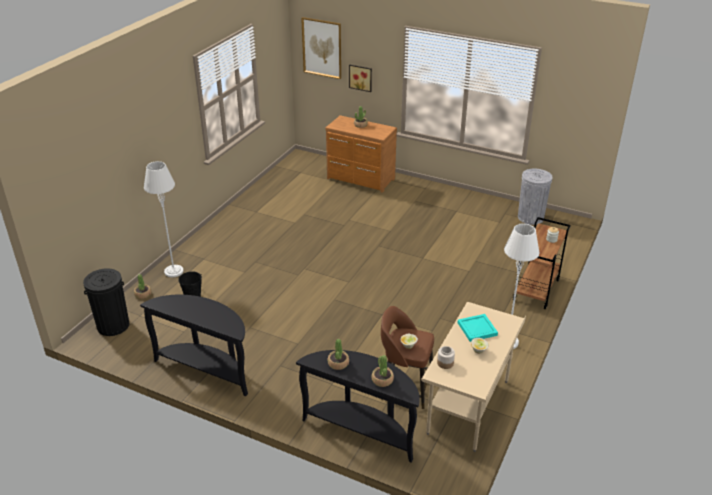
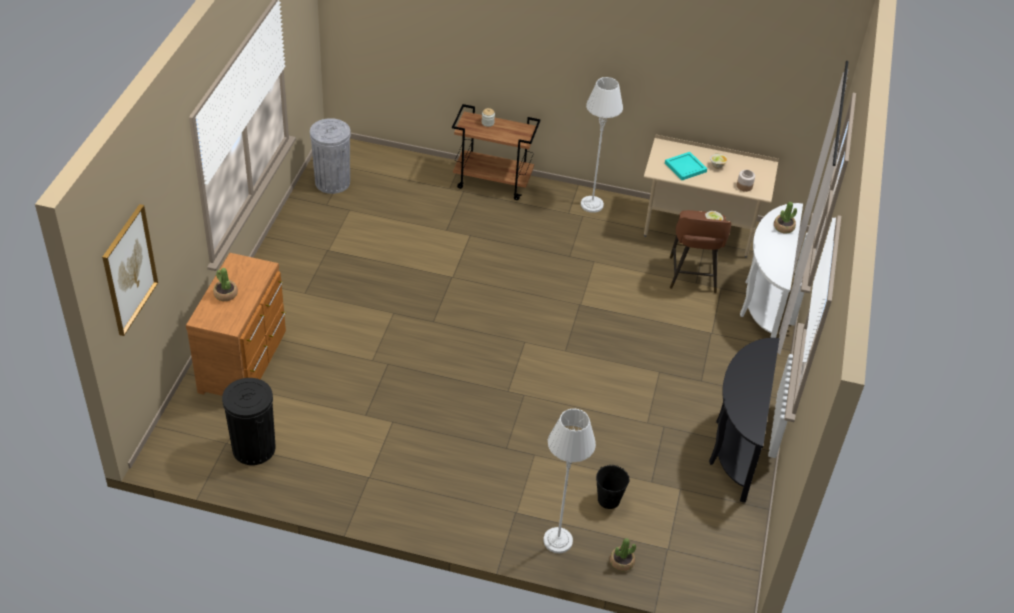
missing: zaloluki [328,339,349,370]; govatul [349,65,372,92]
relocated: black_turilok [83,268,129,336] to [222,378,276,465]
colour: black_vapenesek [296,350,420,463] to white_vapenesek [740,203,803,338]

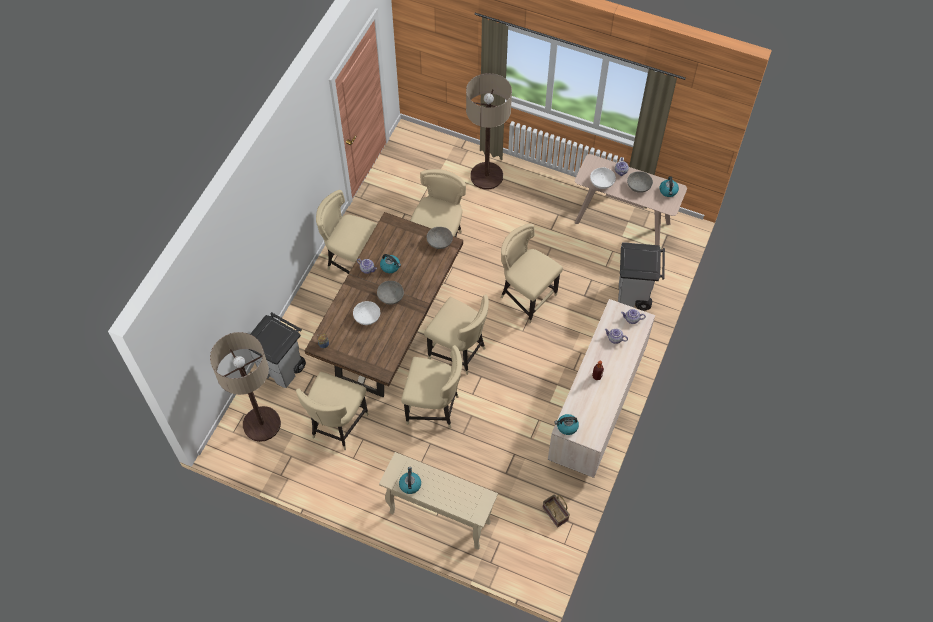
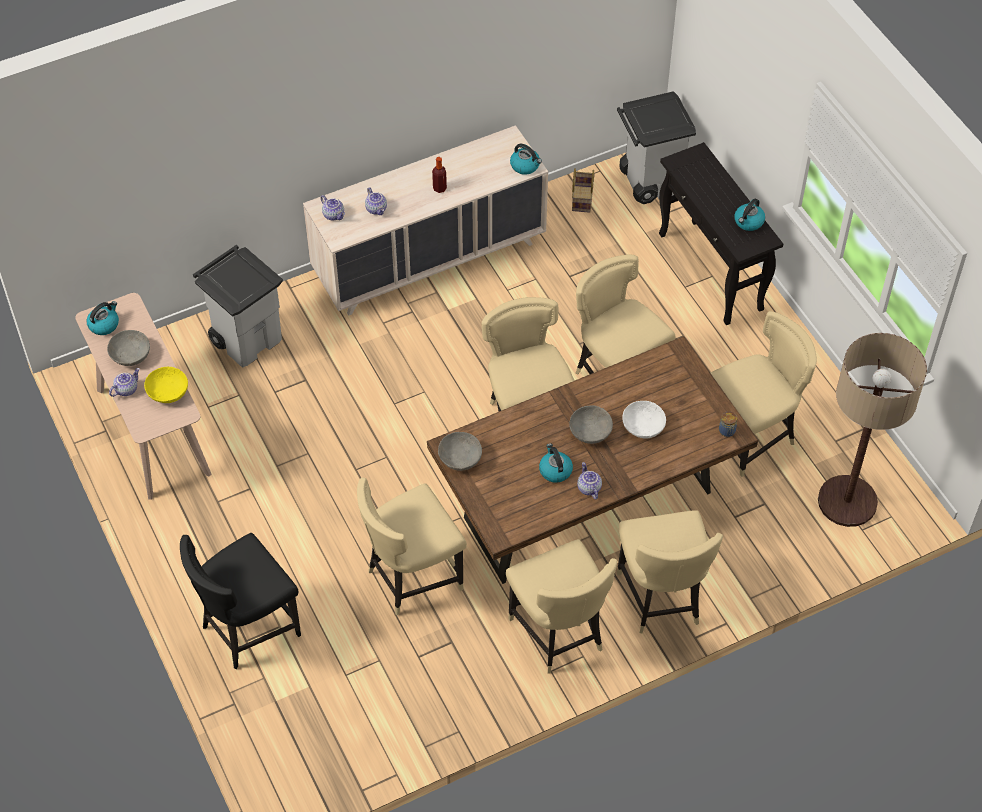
relocated: grey_turilok [249,312,306,388] to [617,91,696,204]; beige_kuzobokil [501,224,563,324] to [617,510,723,633]
exchanged: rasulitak [466,73,512,190] to black_kuzobokil [180,533,301,669]
colour: beige_vapenesek [379,452,498,550] to black_vapenesek [659,142,783,325]; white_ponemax [590,167,616,189] to yellow_ponemax [144,367,188,403]

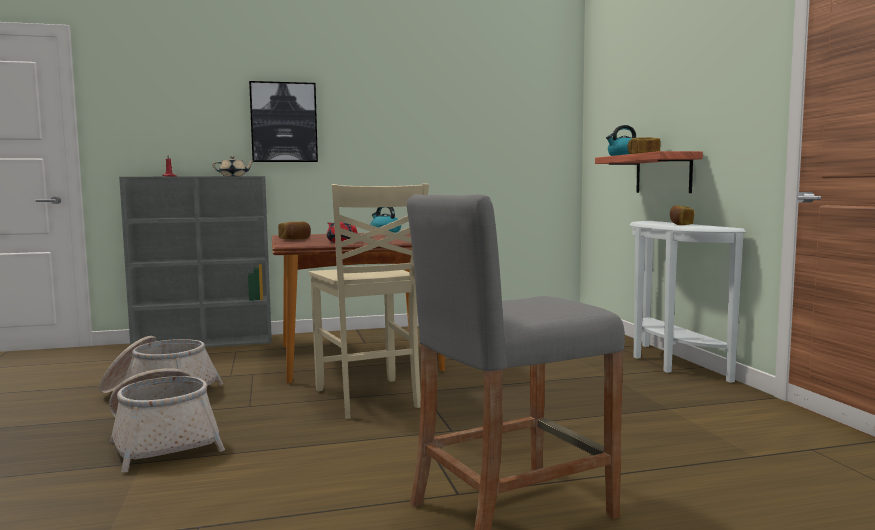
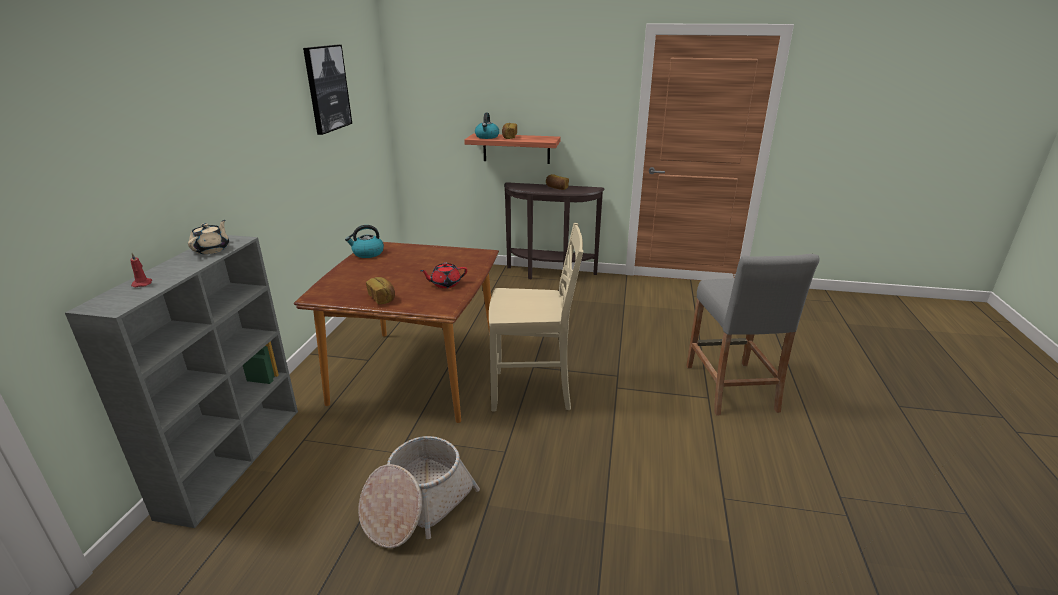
missing: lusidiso [109,368,225,472]
relocated: govatul [249,81,318,162] to [303,45,352,135]
colour: white_vapenesek [630,221,746,383] to brown_vapenesek [504,182,605,279]

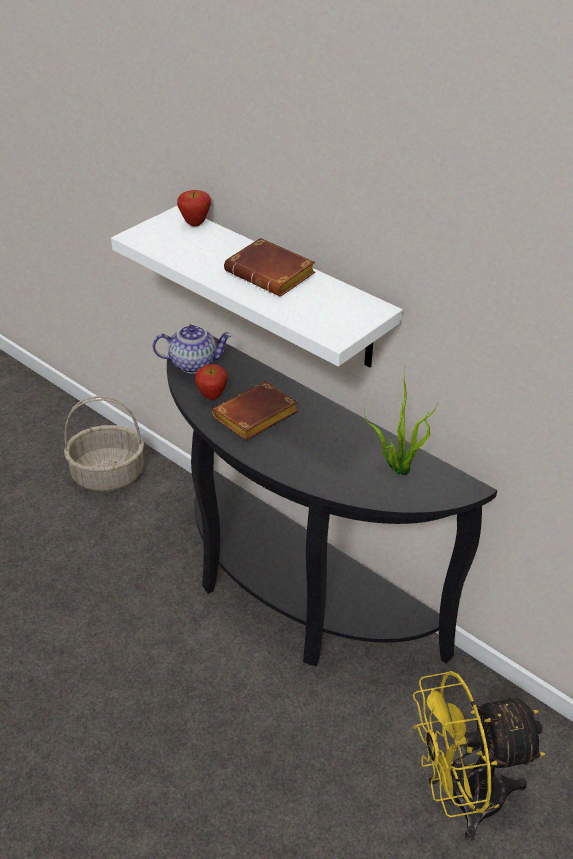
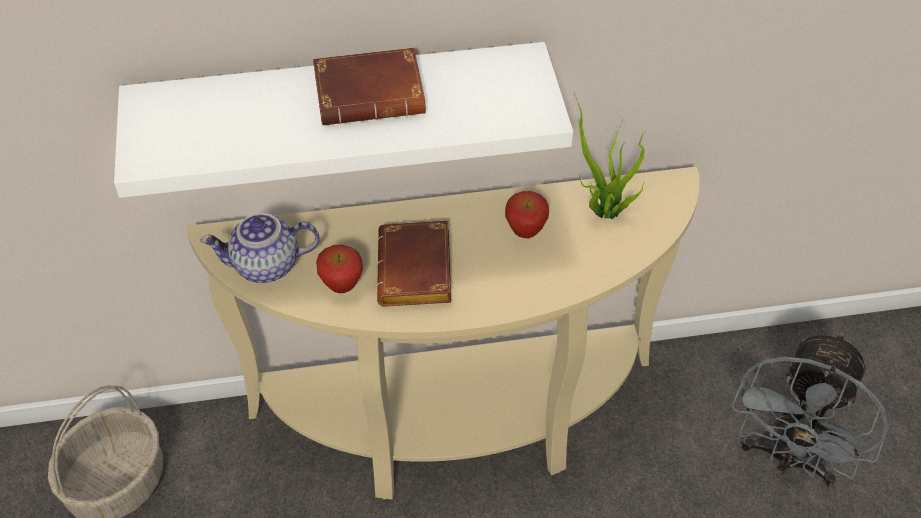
relocated: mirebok [177,190,211,226] to [505,191,549,239]
colour: black_vapenesek [167,324,497,666] to beige_vapenesek [187,167,700,499]; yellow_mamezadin [413,671,546,841] to grey_mamezadin [732,332,889,487]
spun: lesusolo [152,325,232,374] = [201,213,320,283] 135 degrees counterclockwise

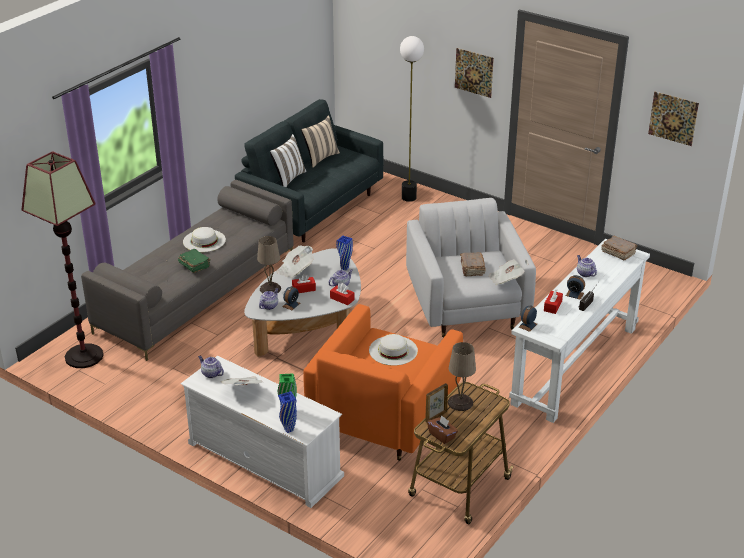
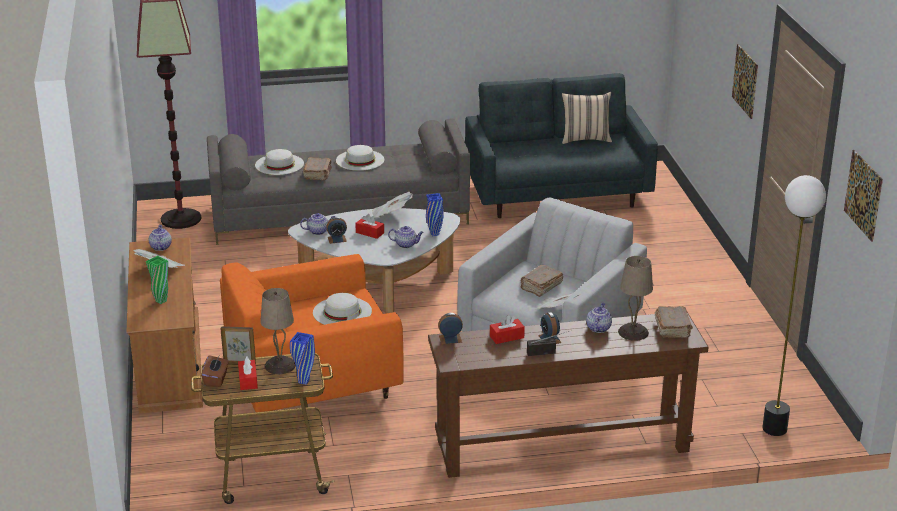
missing: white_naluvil [270,134,306,187]
appeared: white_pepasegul [255,149,304,175]
relocated: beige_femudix [257,236,281,293] to [618,256,653,341]; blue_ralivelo [278,391,297,433] to [290,332,315,385]; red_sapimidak [330,283,354,305] to [238,357,258,390]; rasulitak [400,36,424,202] to [762,175,826,436]
colour: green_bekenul [178,249,210,273] to brown_bekenul [303,157,332,180]; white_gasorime [181,356,344,508] to brown_gasorime [126,237,203,414]; white_vapenesek [509,239,650,423] to brown_vapenesek [428,312,709,478]

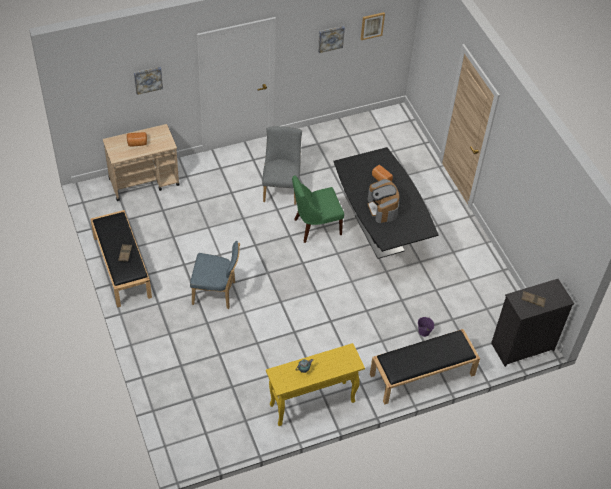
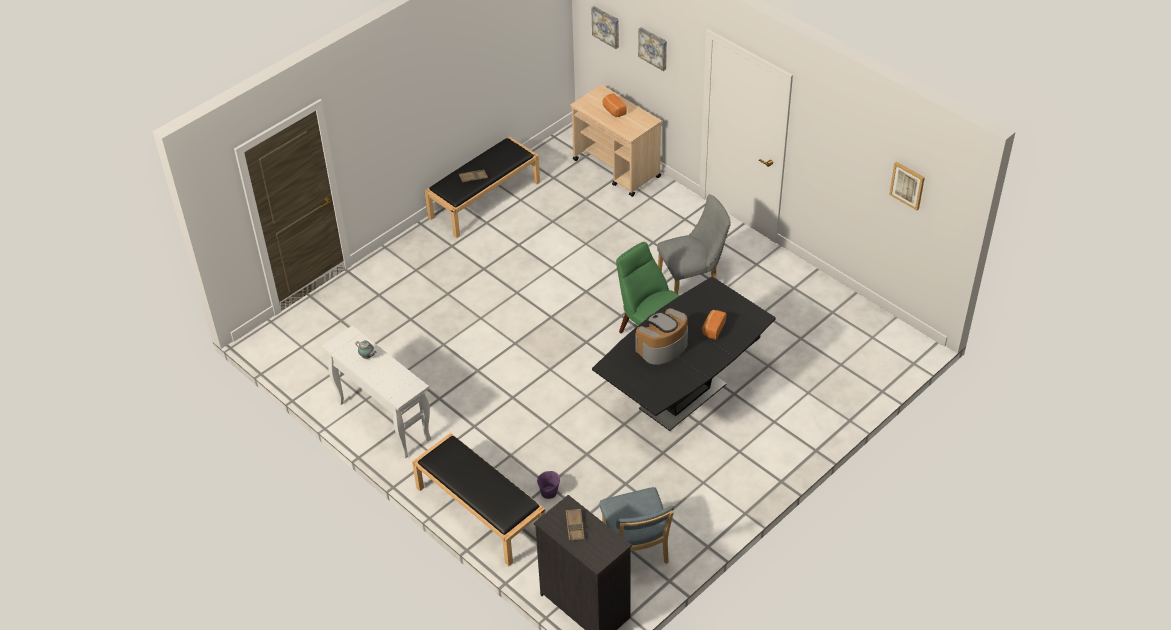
relocated: blue_kuzobokil [190,240,240,309] to [600,487,674,564]; govatul [318,26,345,53] to [591,6,619,49]
colour: yellow_vapenesek [266,343,365,426] to white_vapenesek [322,326,431,459]

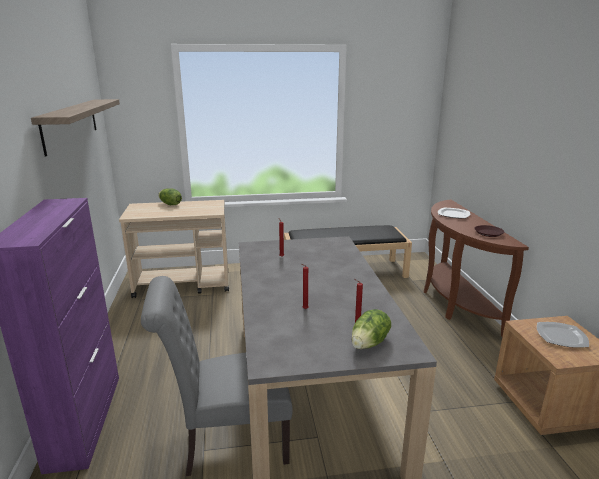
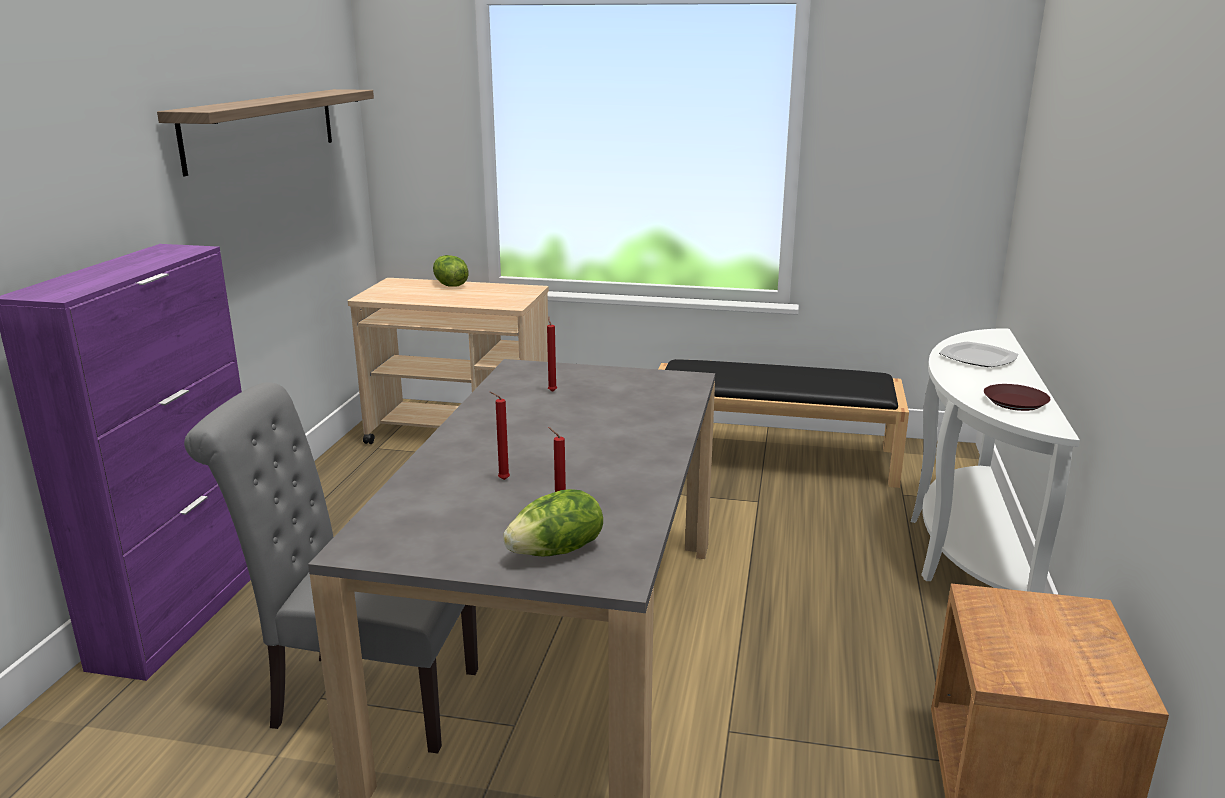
missing: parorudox [537,322,589,348]
colour: brown_vapenesek [424,200,529,337] to white_vapenesek [910,328,1080,593]

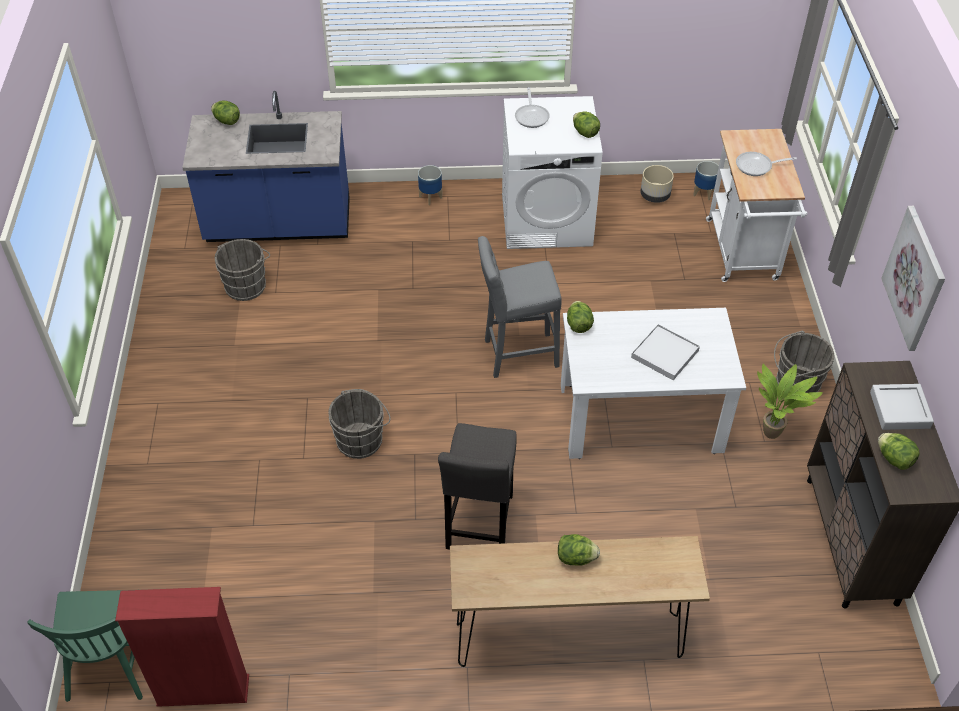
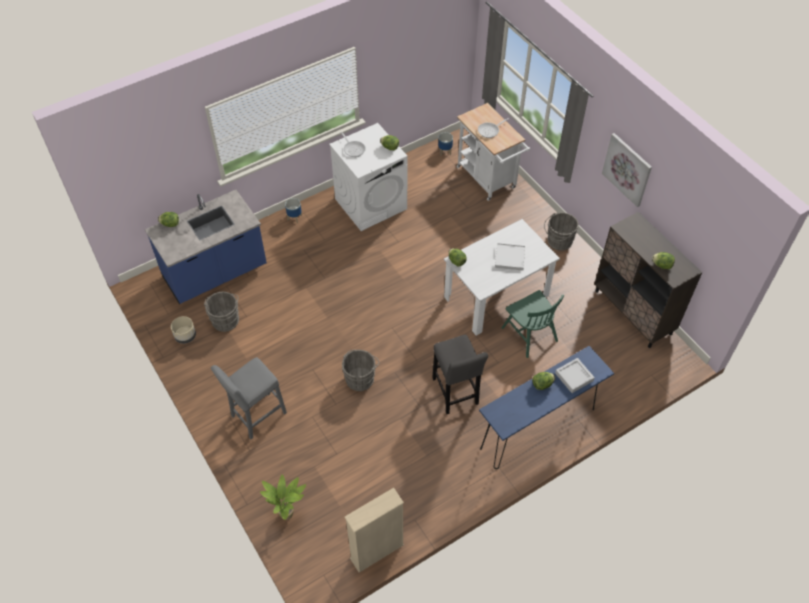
relocated: green_kuzobokil [27,590,143,702] to [501,290,564,358]; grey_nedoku [478,236,562,378] to [211,357,287,439]; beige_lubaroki [640,165,674,203] to [171,316,196,344]; zaloluki [757,364,823,439] to [260,474,306,520]; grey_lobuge [870,384,934,430] to [555,358,595,393]
colour: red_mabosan [115,587,249,707] to beige_mabosan [344,488,404,573]; brown_vapenesek [450,536,710,667] to blue_vapenesek [479,346,614,469]

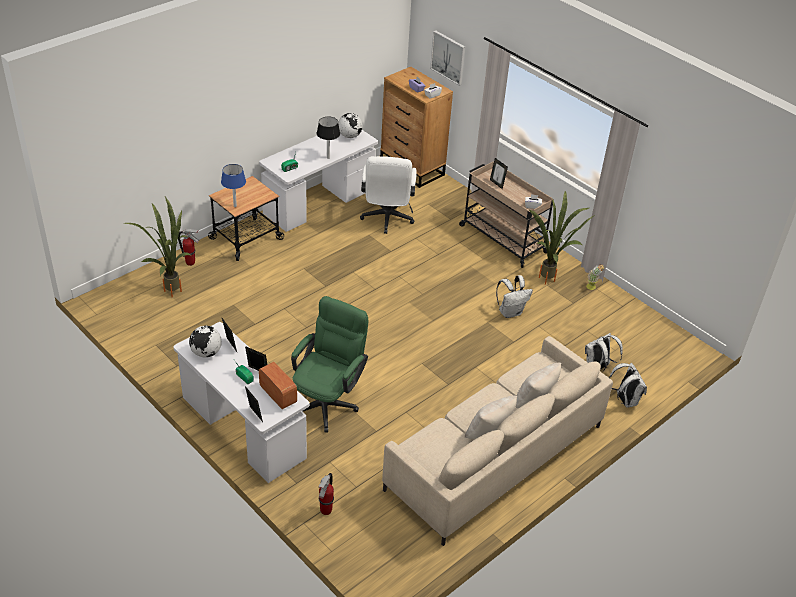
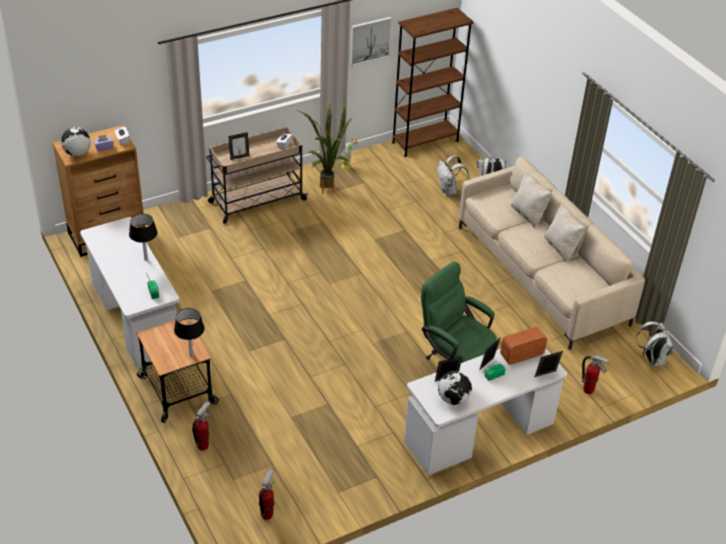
missing: zaloluki [124,197,190,298]; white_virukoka [360,156,417,234]
appeared: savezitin [259,468,275,520]; brown_mabosan [392,8,474,157]
relocated: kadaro [338,113,362,138] to [61,127,91,156]; govatul [430,30,465,86] to [350,17,392,66]; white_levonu [496,275,533,318] to [636,321,673,366]
colour: blue_femudix [221,164,246,207] to black_femudix [174,308,205,357]

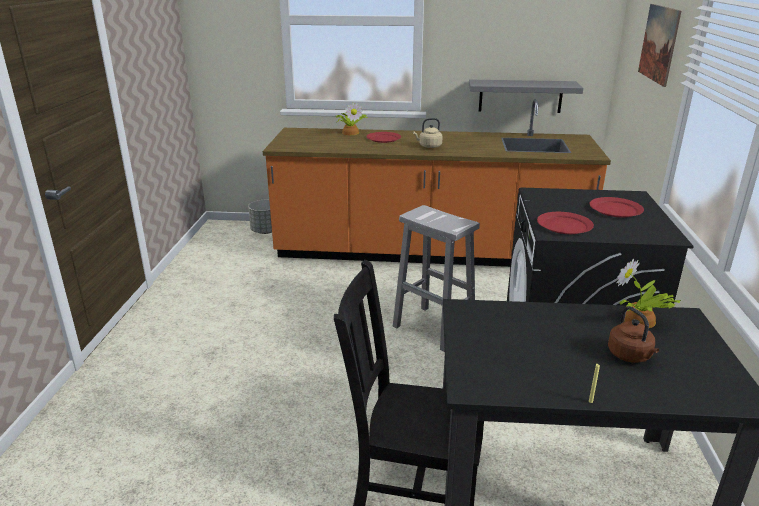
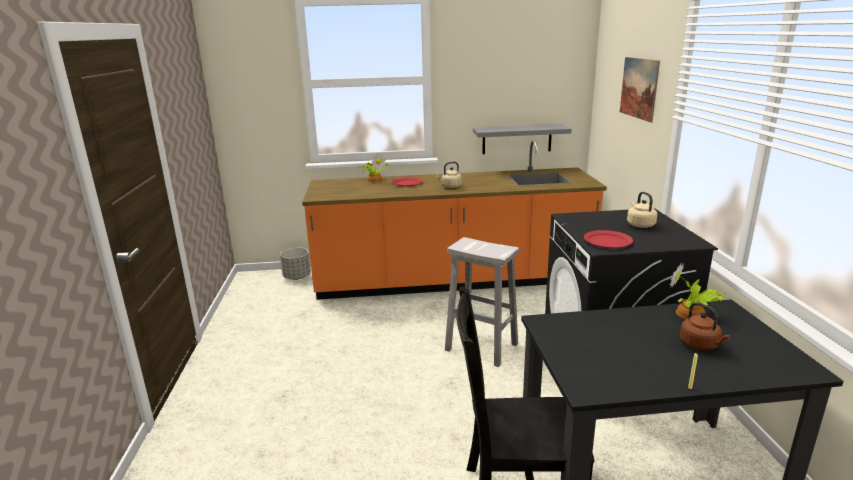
exchanged: red_parorudox [589,197,644,218] to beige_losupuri [627,192,657,228]

